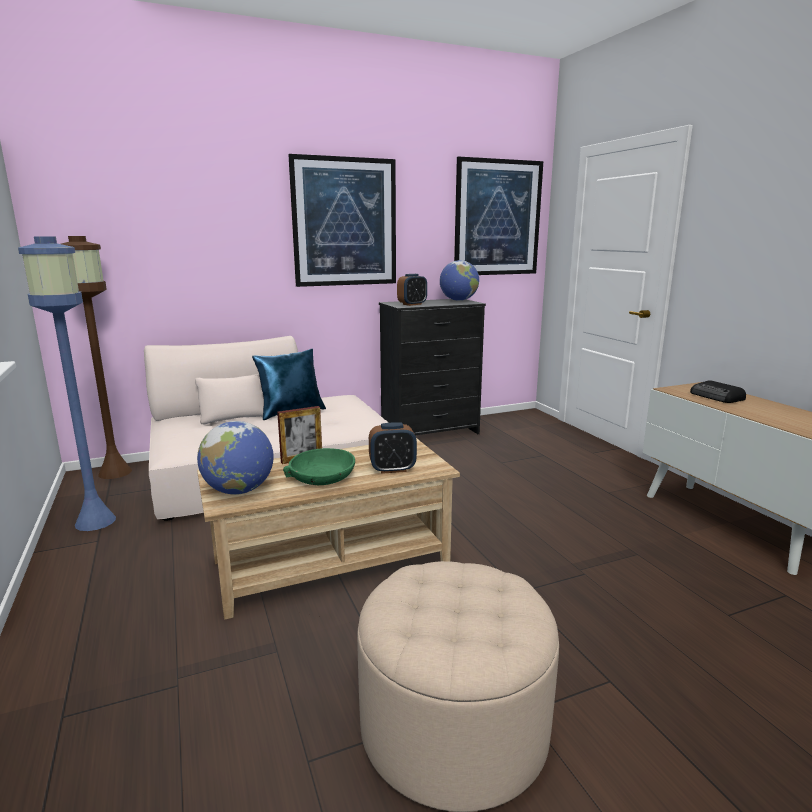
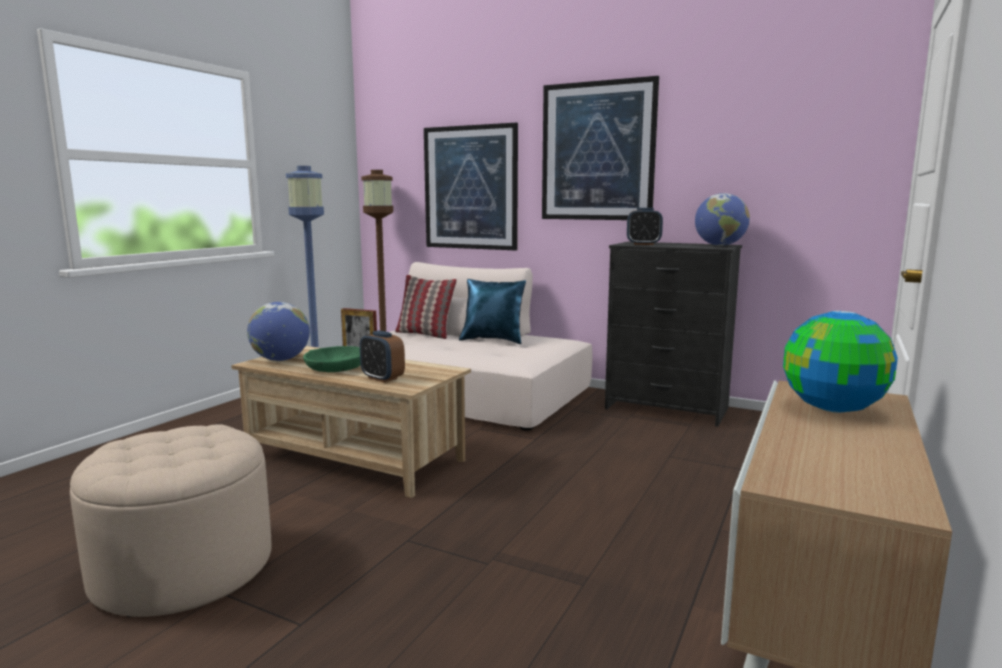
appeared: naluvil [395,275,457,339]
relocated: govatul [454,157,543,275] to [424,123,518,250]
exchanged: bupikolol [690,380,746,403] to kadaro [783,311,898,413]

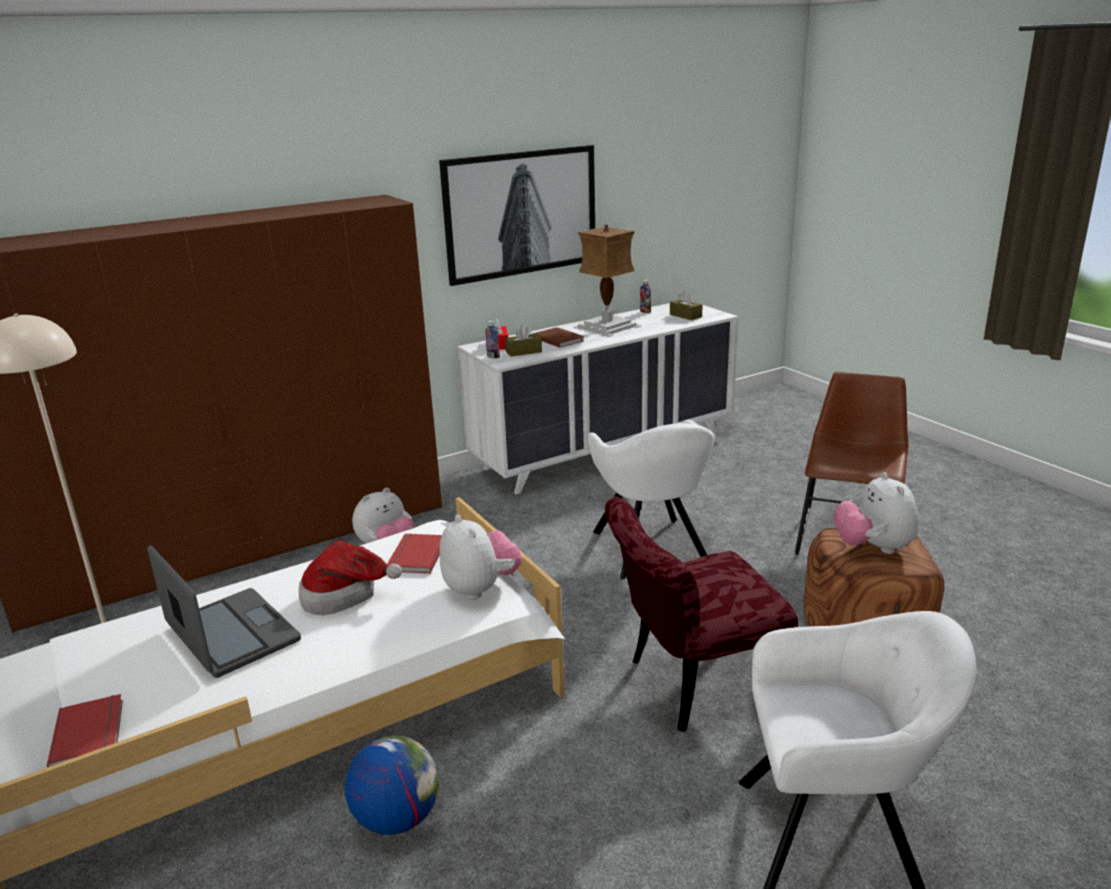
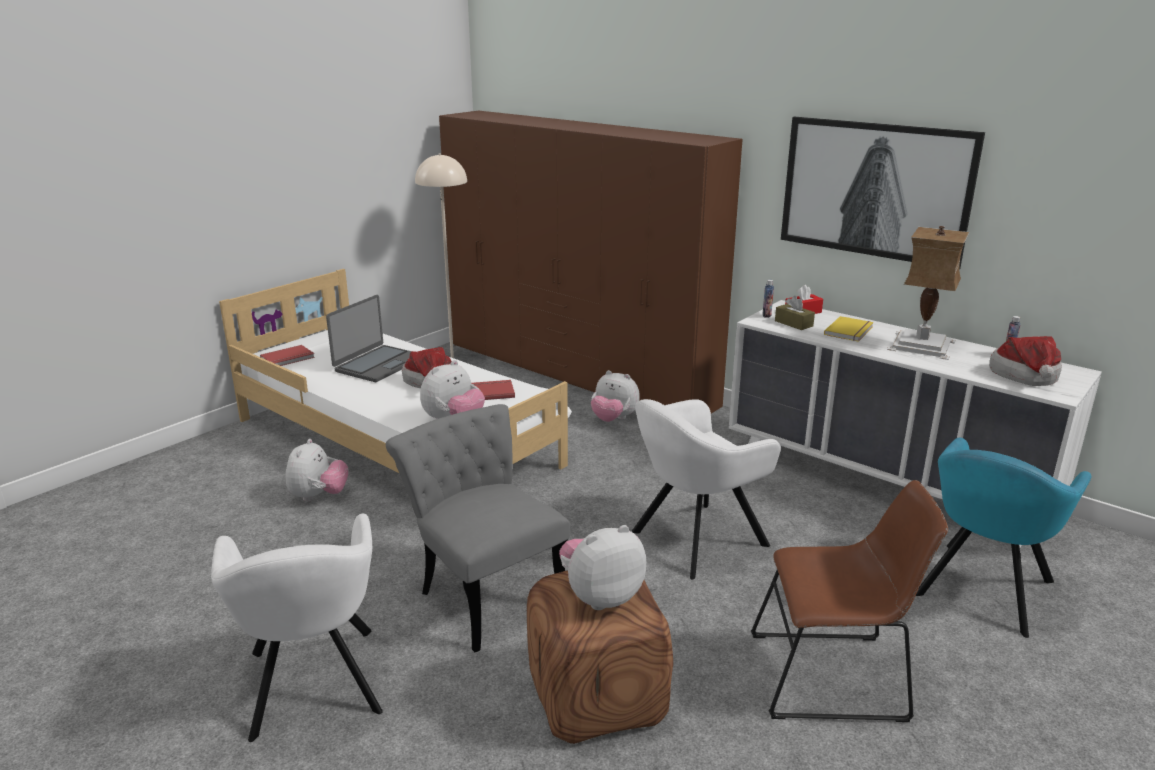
appeared: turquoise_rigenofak [916,437,1091,638]
exchanged: kadaro [345,736,439,835] to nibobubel [286,439,349,501]; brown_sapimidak [670,291,703,320] to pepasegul [989,336,1062,386]
colour: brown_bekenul [533,327,584,348] to yellow_bekenul [824,316,874,342]; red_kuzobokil [605,497,798,732] to grey_kuzobokil [386,404,570,652]

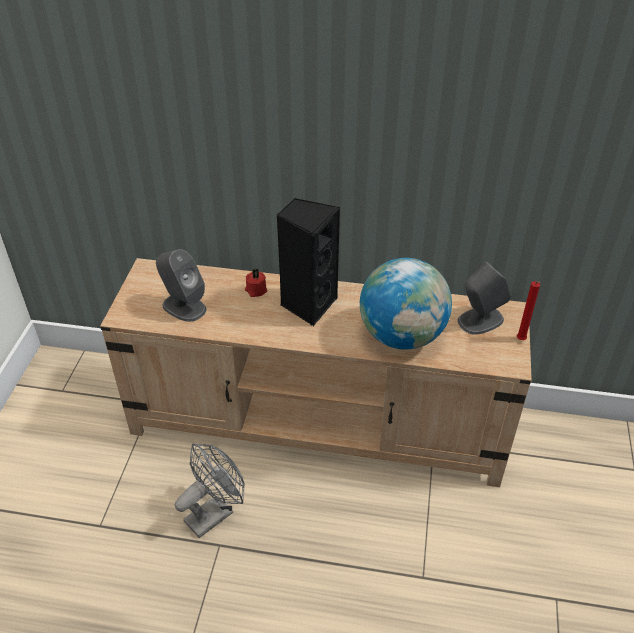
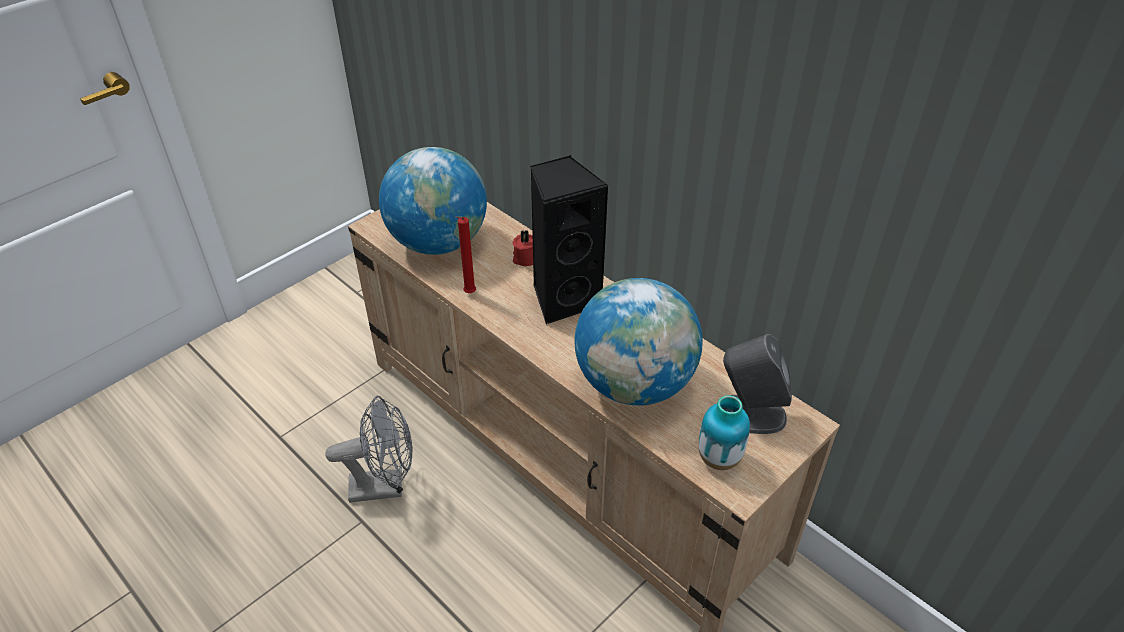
appeared: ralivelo [699,395,750,470]
relocated: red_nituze [517,281,540,340] to [455,216,476,293]
exchanged: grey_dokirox [156,249,207,322] to kadaro [379,147,487,255]

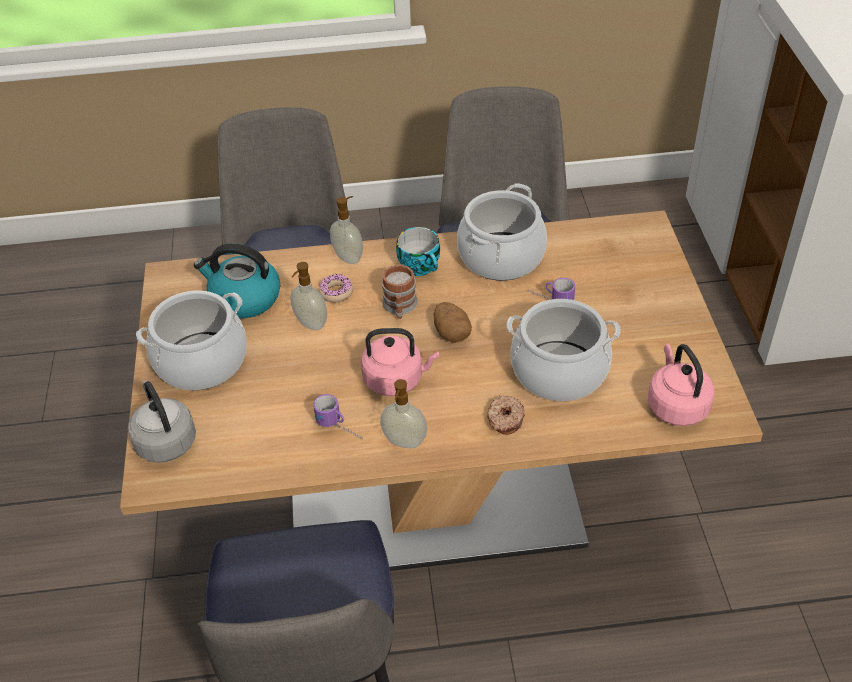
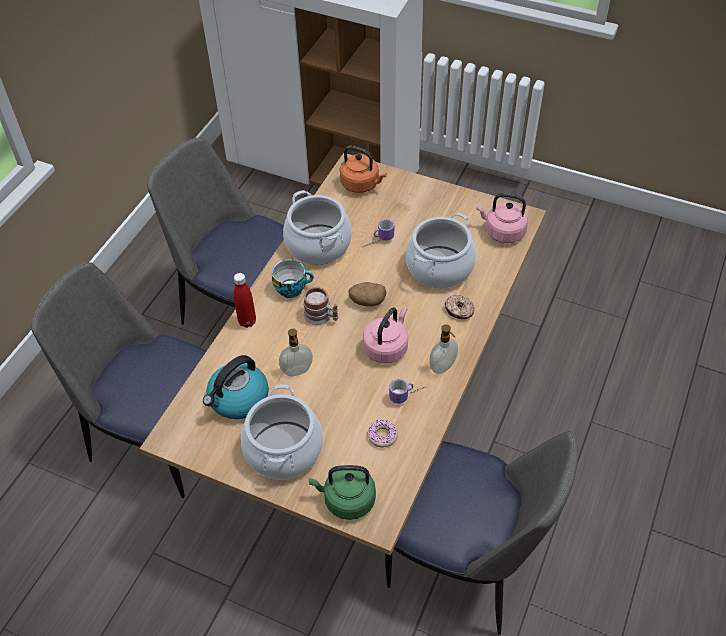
appeared: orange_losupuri [340,146,387,193]
relocated: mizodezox [319,274,353,303] to [368,419,398,448]
exchanged: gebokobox [330,196,363,264] to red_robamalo [234,273,256,328]
colour: grey_losupuri [128,381,196,463] to green_losupuri [309,465,376,520]

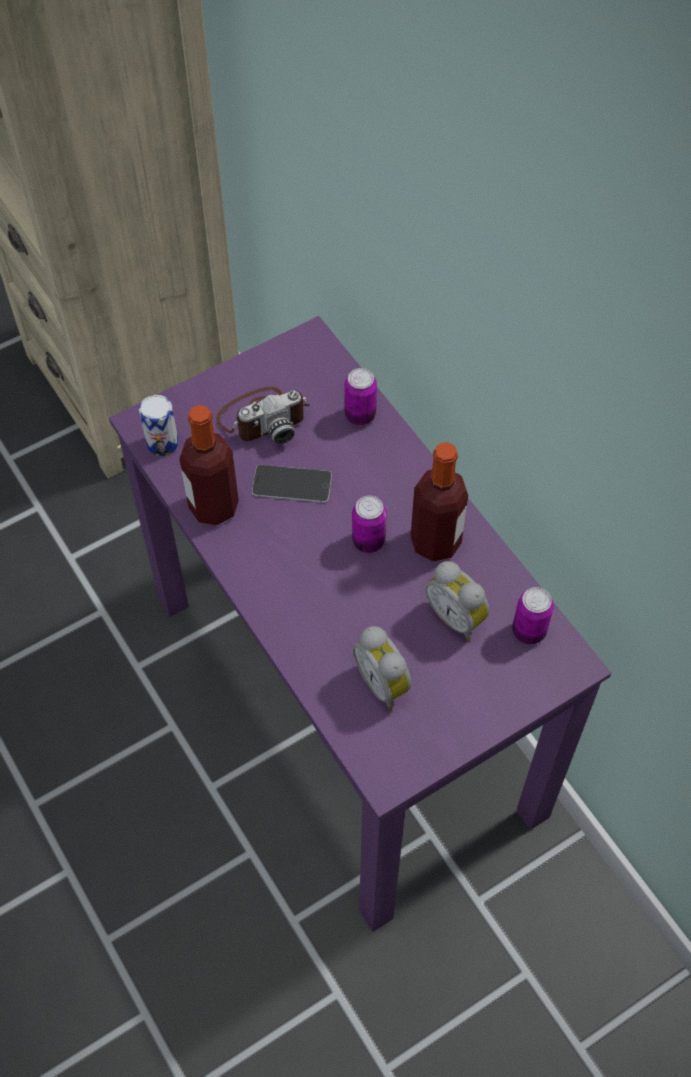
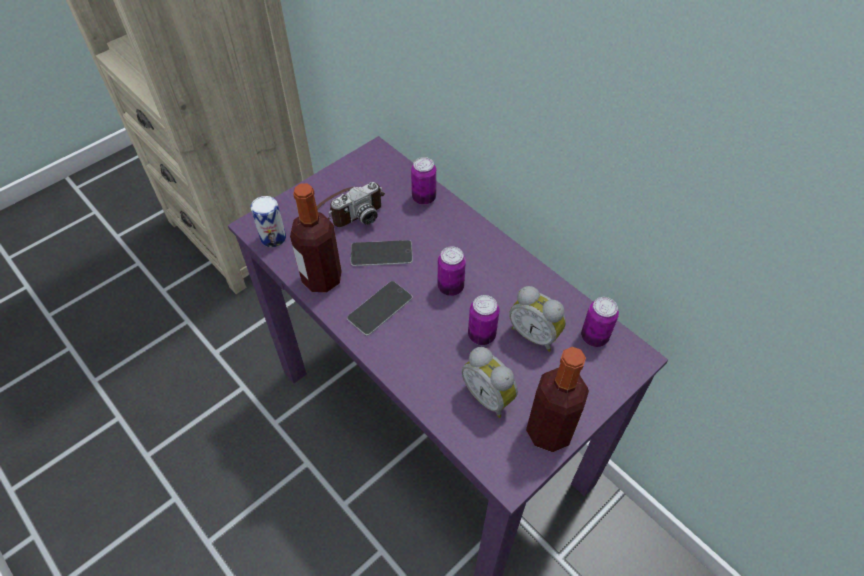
appeared: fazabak [347,281,413,336]; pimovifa [468,295,499,345]
relocated: robamalo [411,442,468,562] to [526,347,589,452]

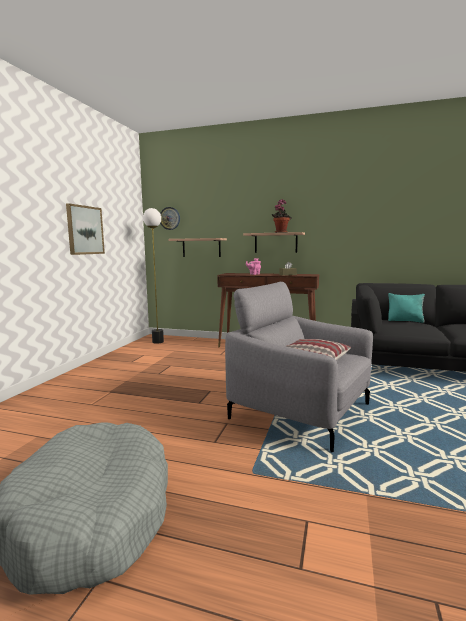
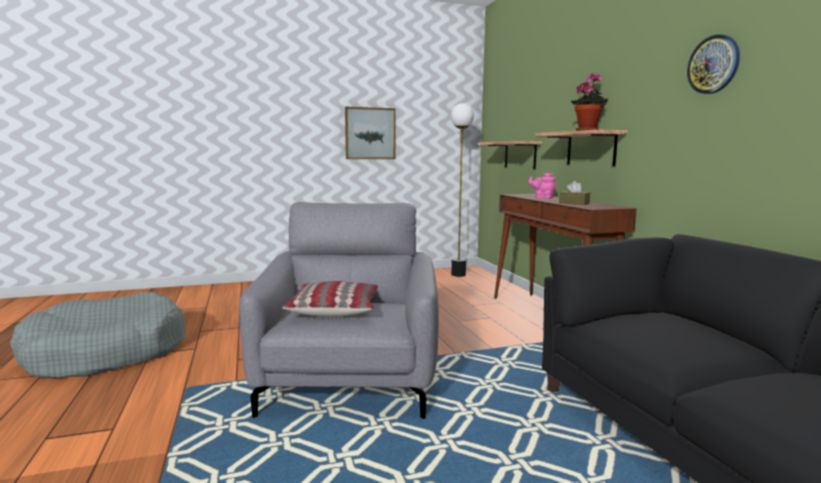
missing: turquoise_naluvil [388,293,425,323]
relocated: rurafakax [160,207,180,230] to [687,35,740,94]

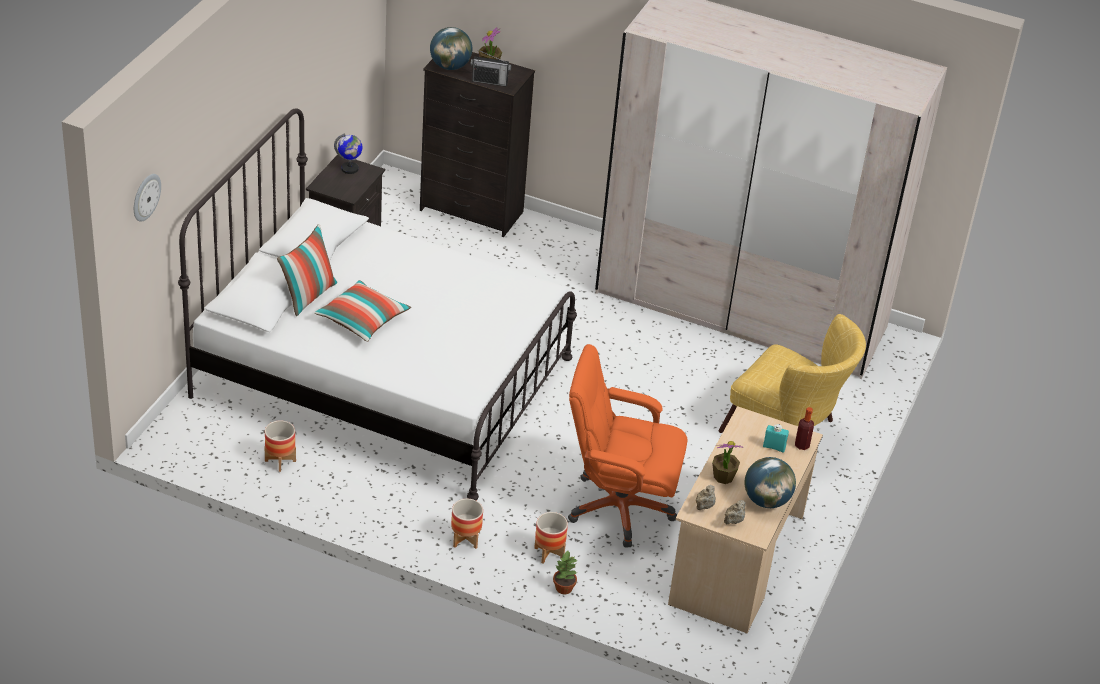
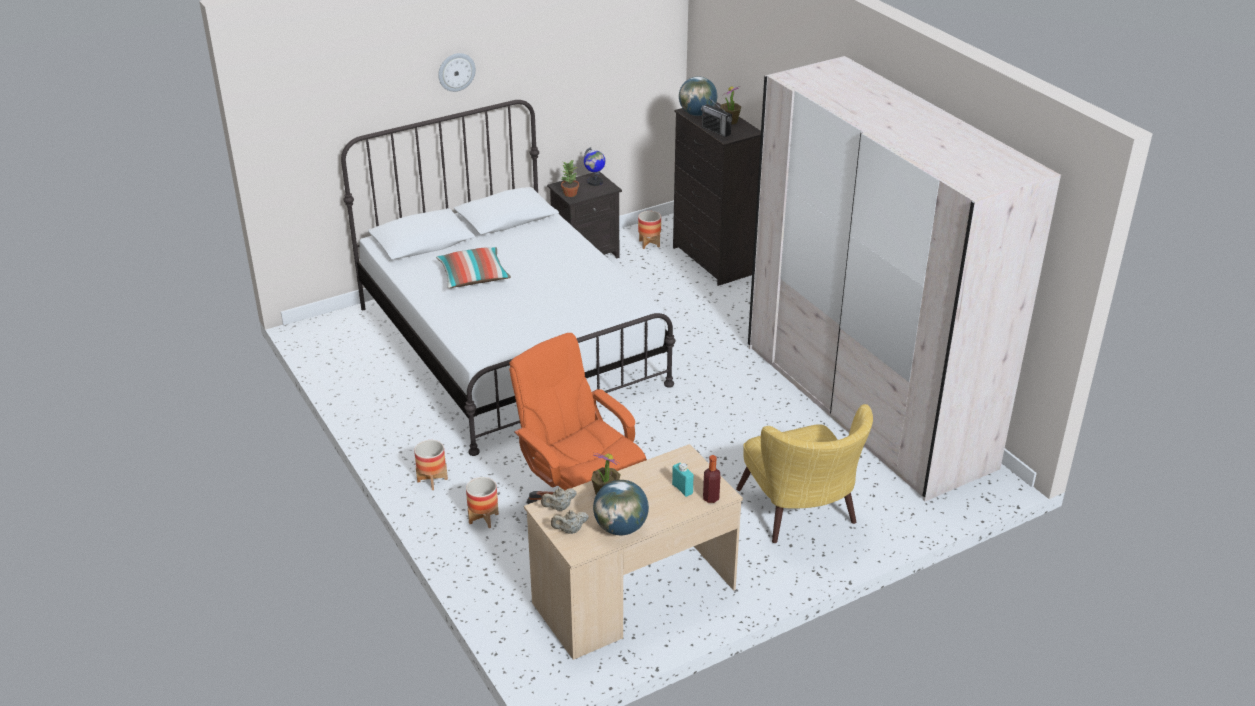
missing: naluvil [277,224,338,316]
relocated: rurafakax [134,174,161,222] to [438,53,476,92]; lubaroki [264,420,296,472] to [638,211,661,249]; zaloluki [553,551,577,594] to [561,159,579,197]

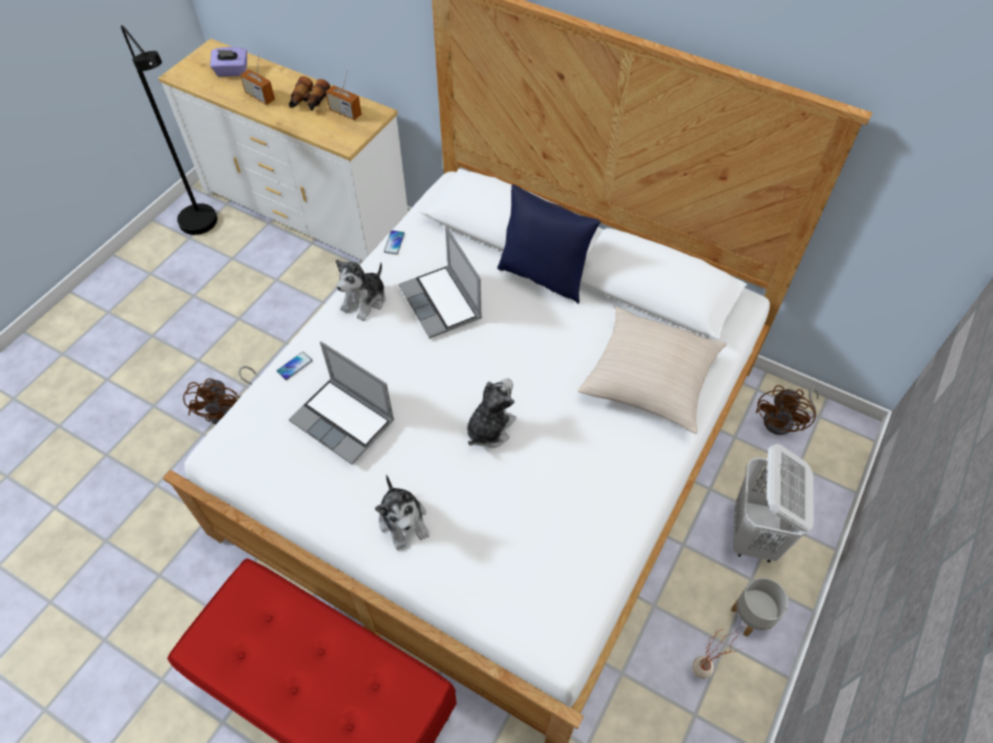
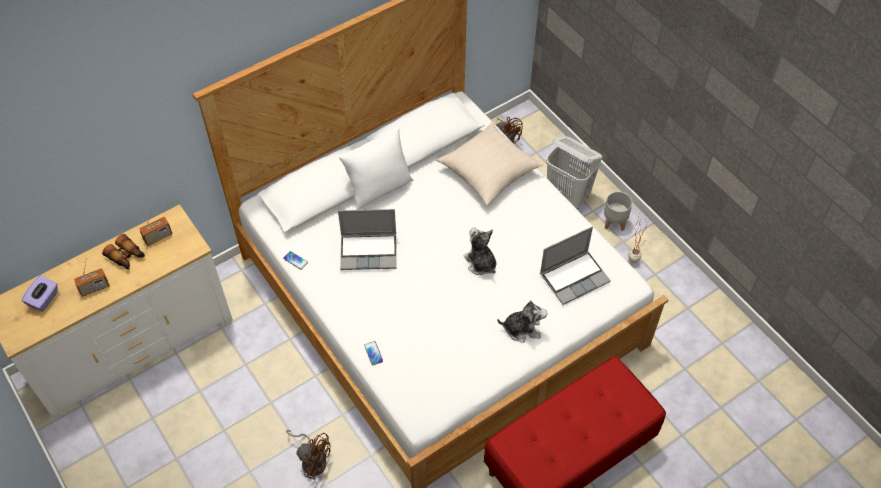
missing: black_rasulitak [121,25,217,235]; nibobubel [336,260,386,321]
relocated: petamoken [289,342,395,464] to [540,227,611,305]
colour: blue_naluvil [497,184,601,304] to white_naluvil [339,127,414,210]

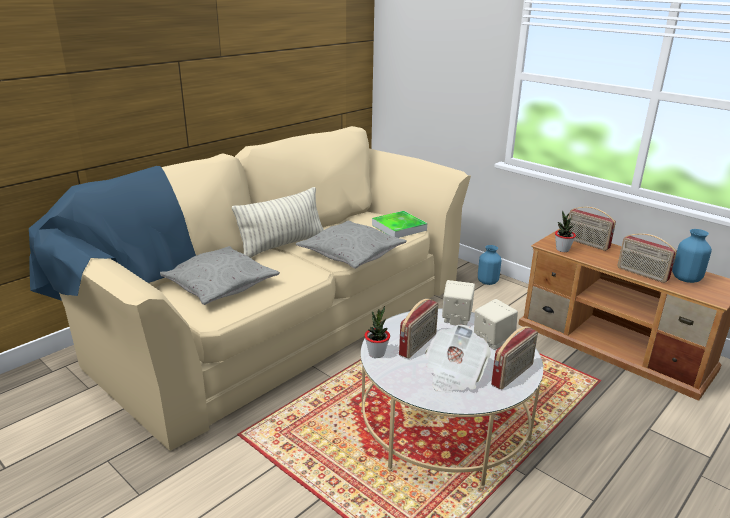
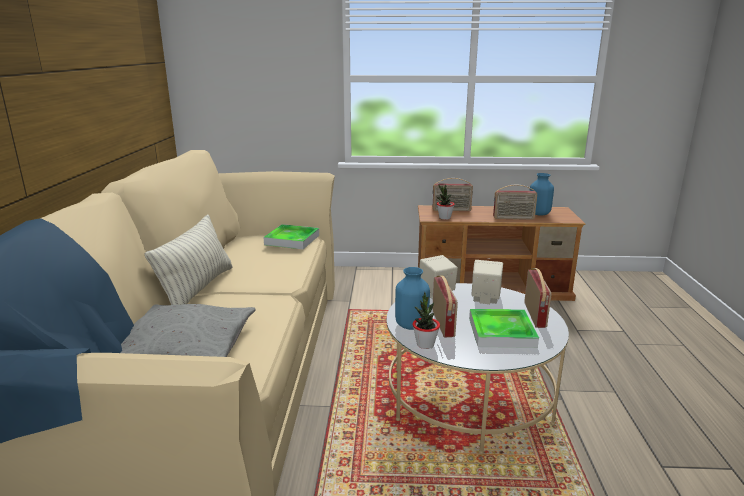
missing: grey_naluvil [296,220,407,269]
relocated: blue_ralivelo [478,245,501,285] to [395,267,430,330]
exchanged: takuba [425,325,491,392] to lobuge [469,309,539,348]

